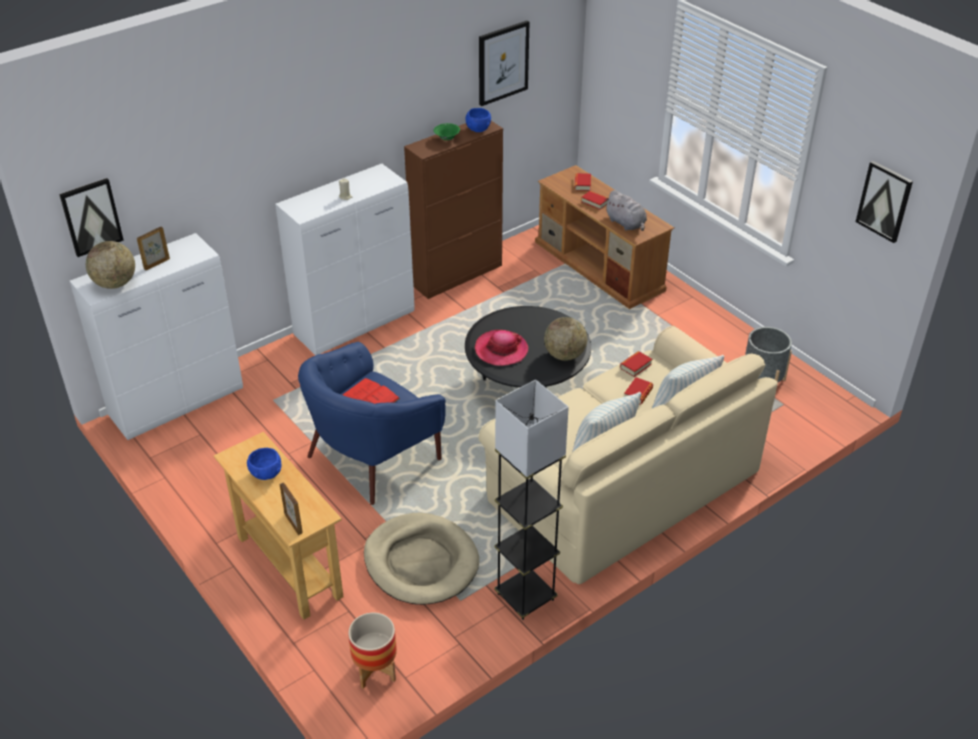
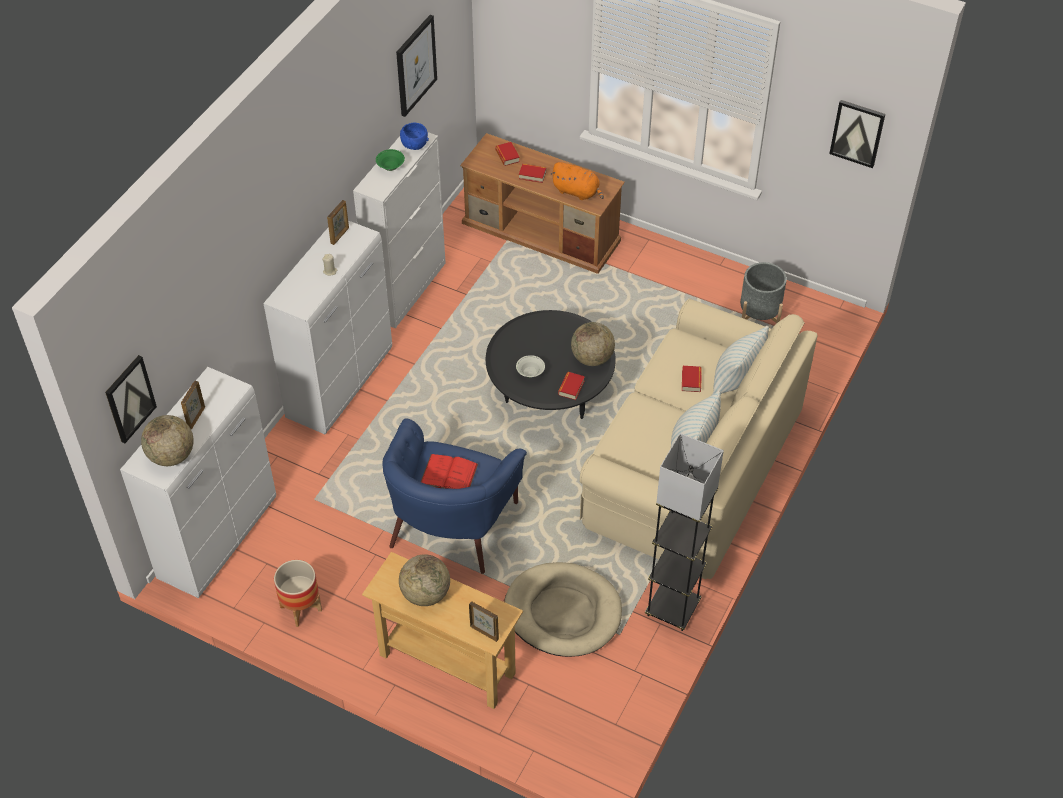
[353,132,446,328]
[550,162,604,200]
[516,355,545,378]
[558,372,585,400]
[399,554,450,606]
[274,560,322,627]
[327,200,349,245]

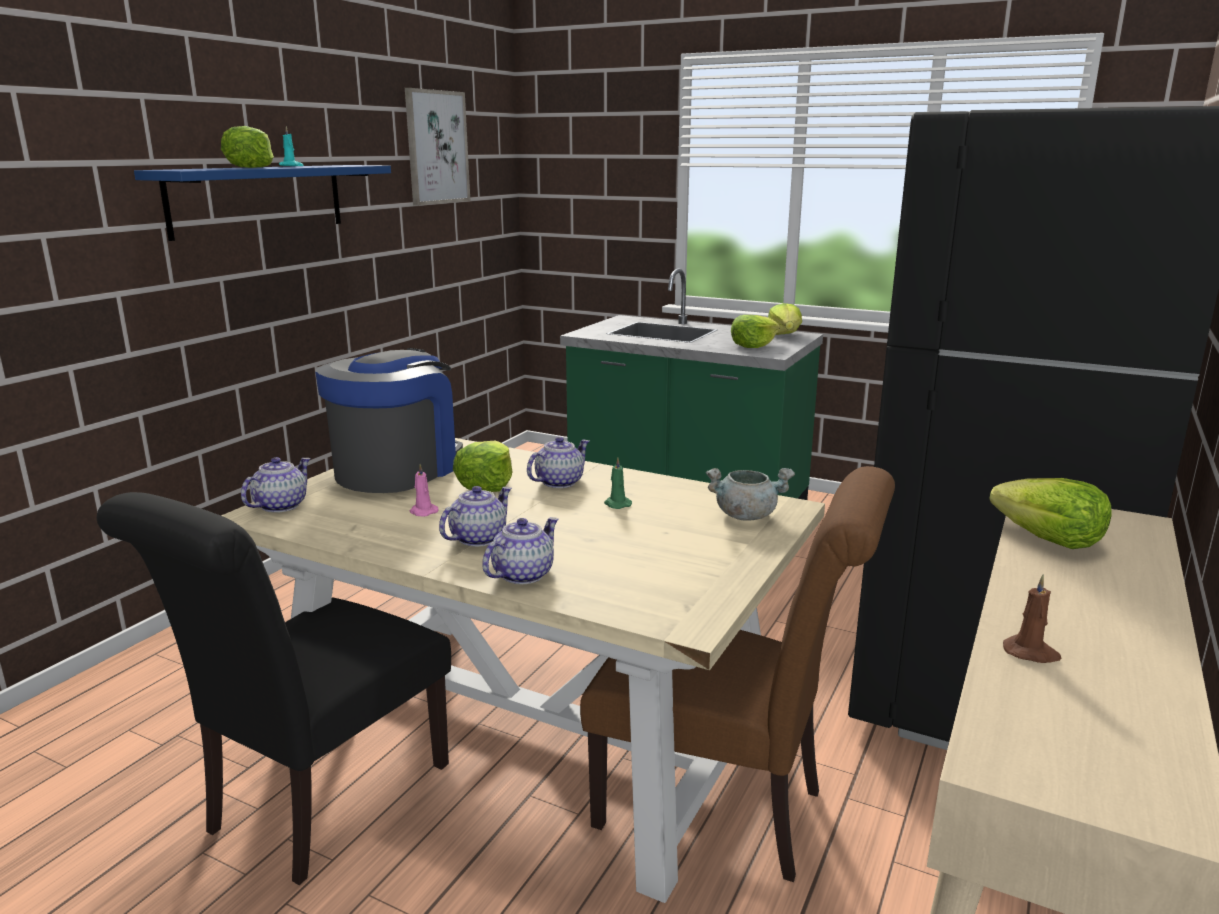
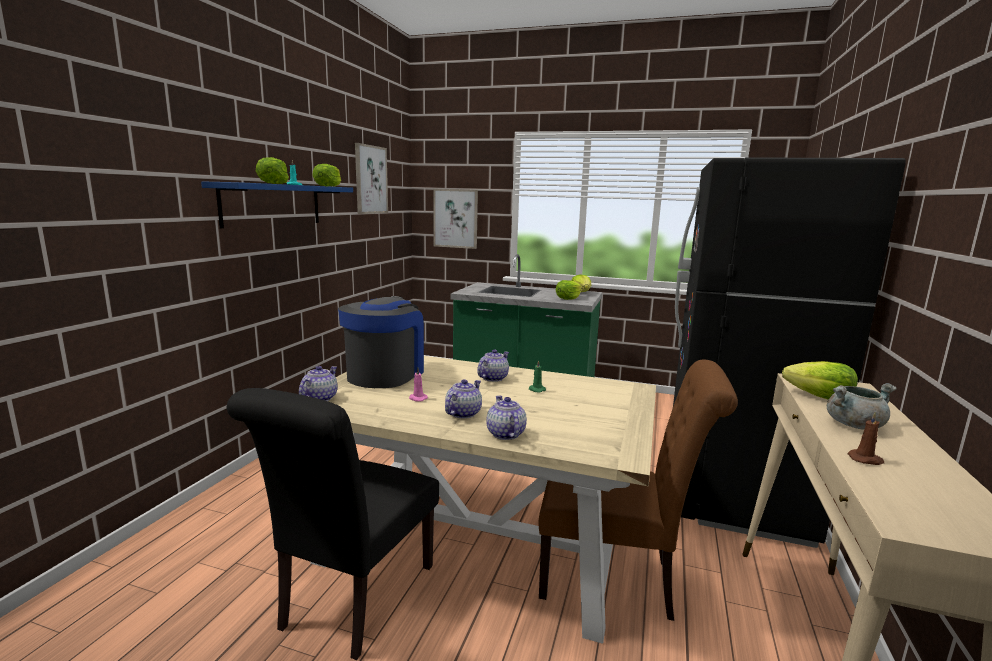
[312,164,341,186]
[827,383,897,430]
[486,395,527,440]
[434,189,478,249]

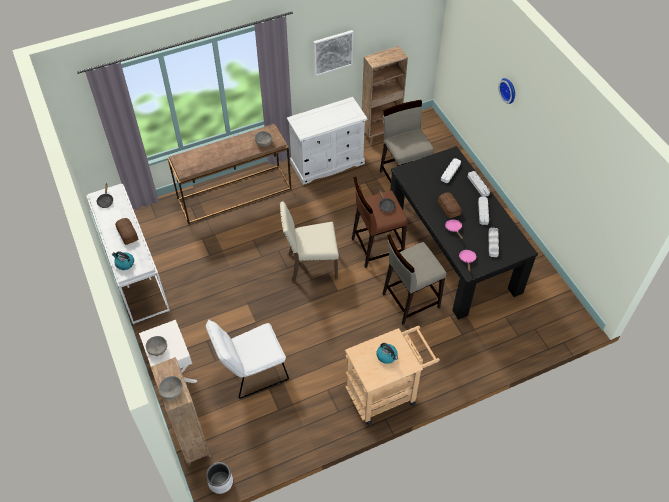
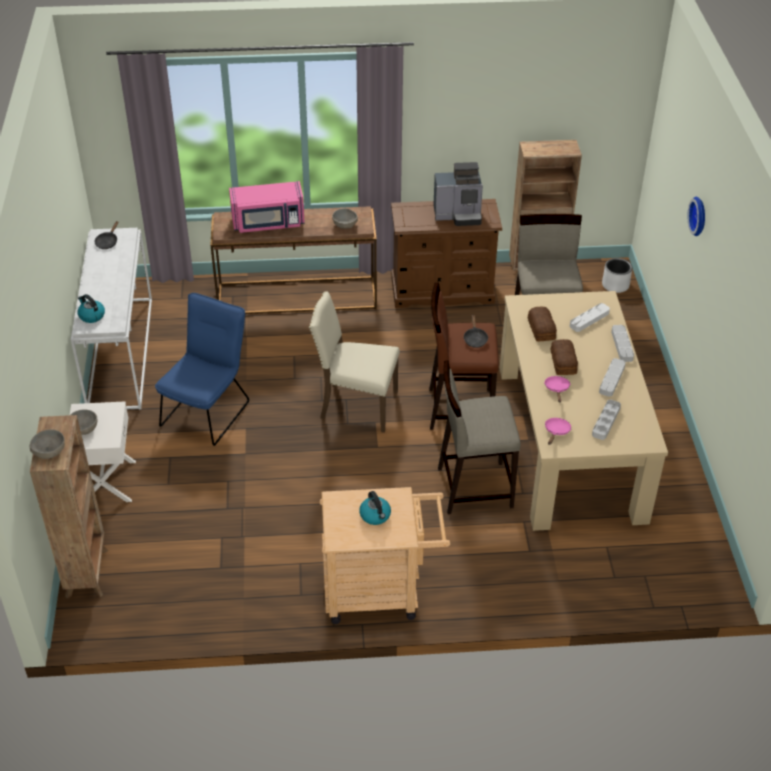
[313,30,353,76] (first image)
[391,199,502,308]
[499,291,668,531]
[528,306,557,342]
[206,320,289,399] (first image)
[602,258,633,293]
[433,162,483,226]
[229,181,305,233]
[155,293,249,446]

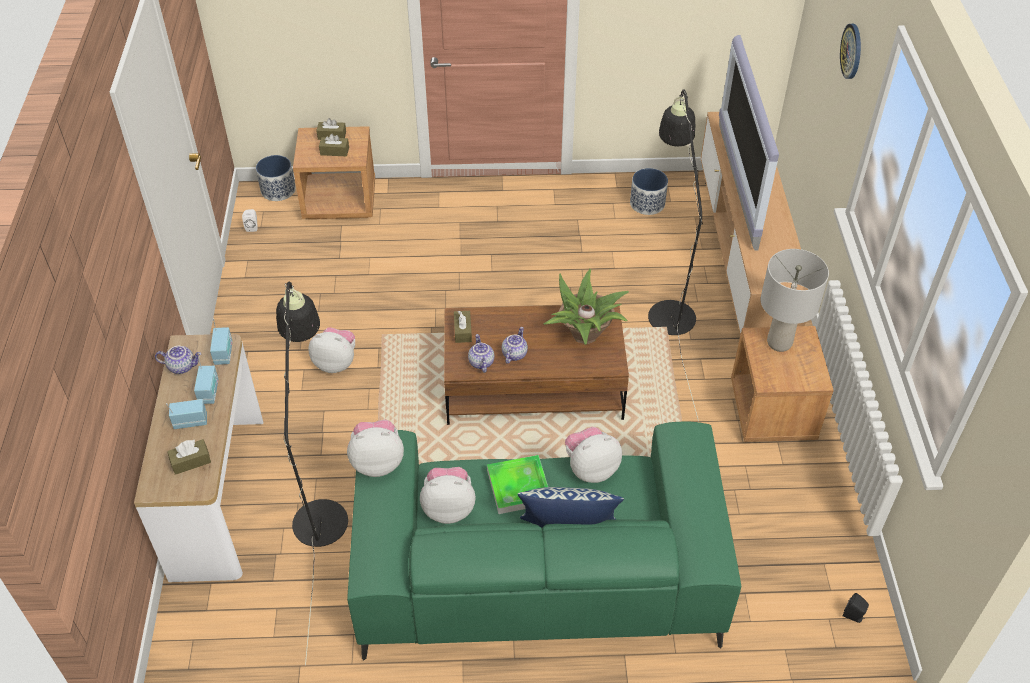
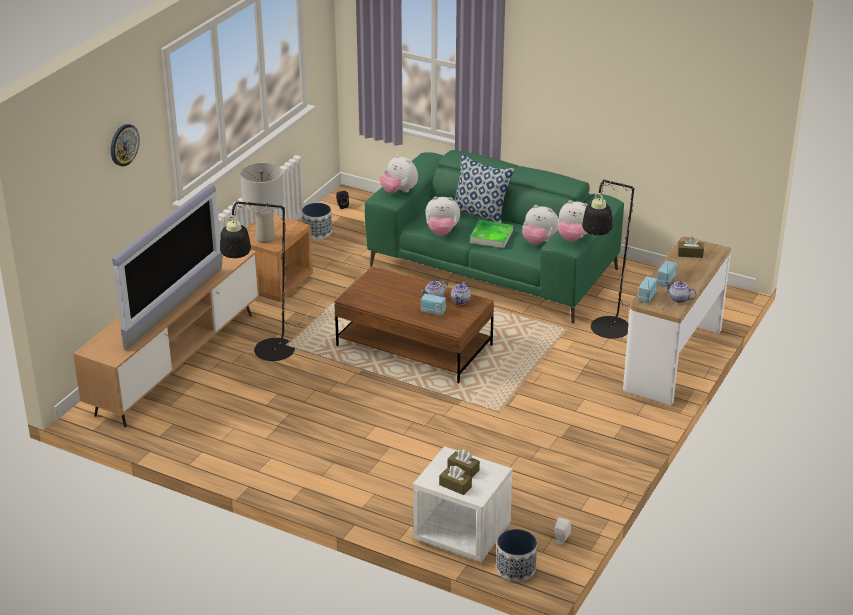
[413,446,512,562]
[302,203,332,239]
[544,269,629,345] (first image)
[454,311,472,343] (first image)
[380,155,418,193]
[421,289,446,316]

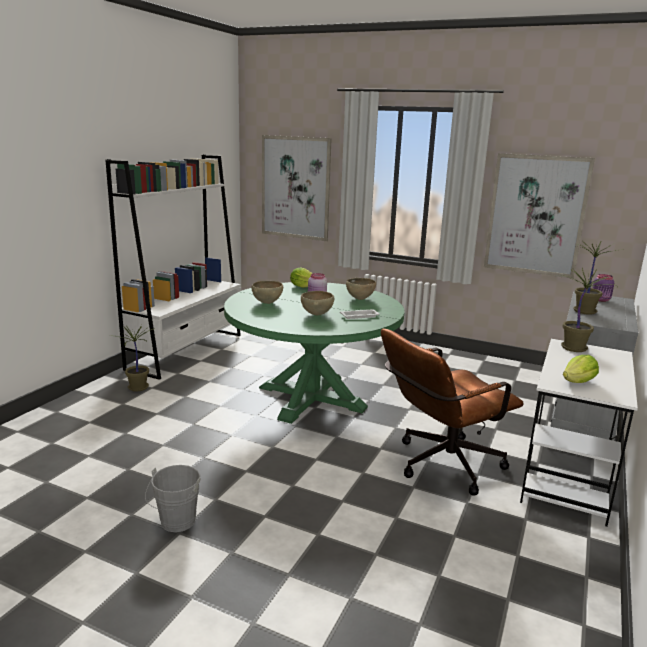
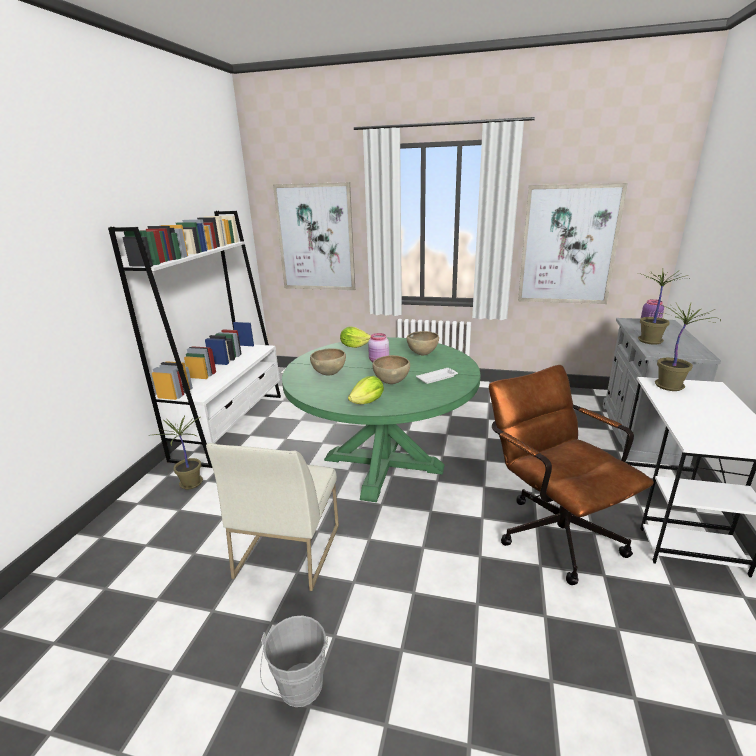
[489,365,654,585]
[348,376,384,404]
[206,443,339,591]

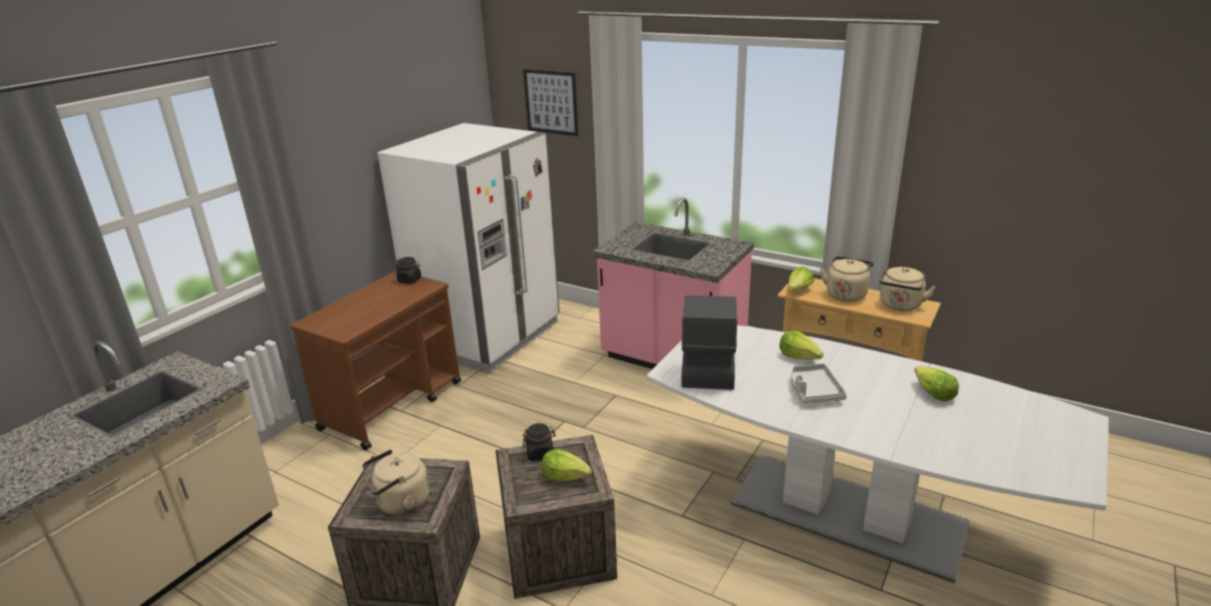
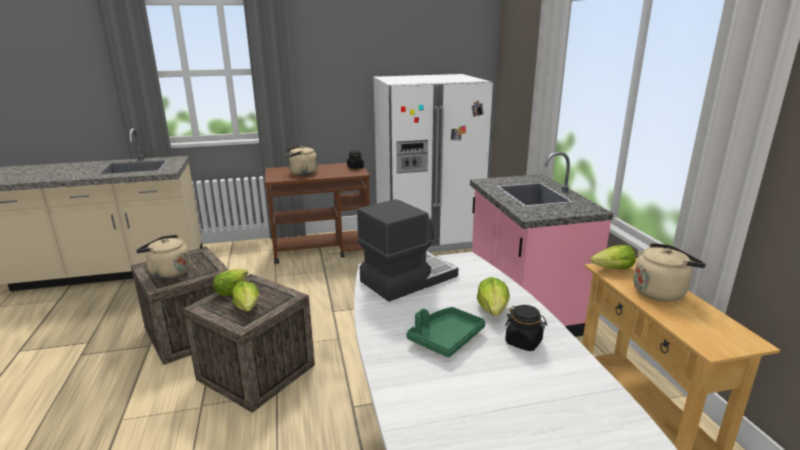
[523,69,579,136] (first image)
[285,145,318,175]
[406,307,485,358]
[213,269,248,296]
[505,305,547,351]

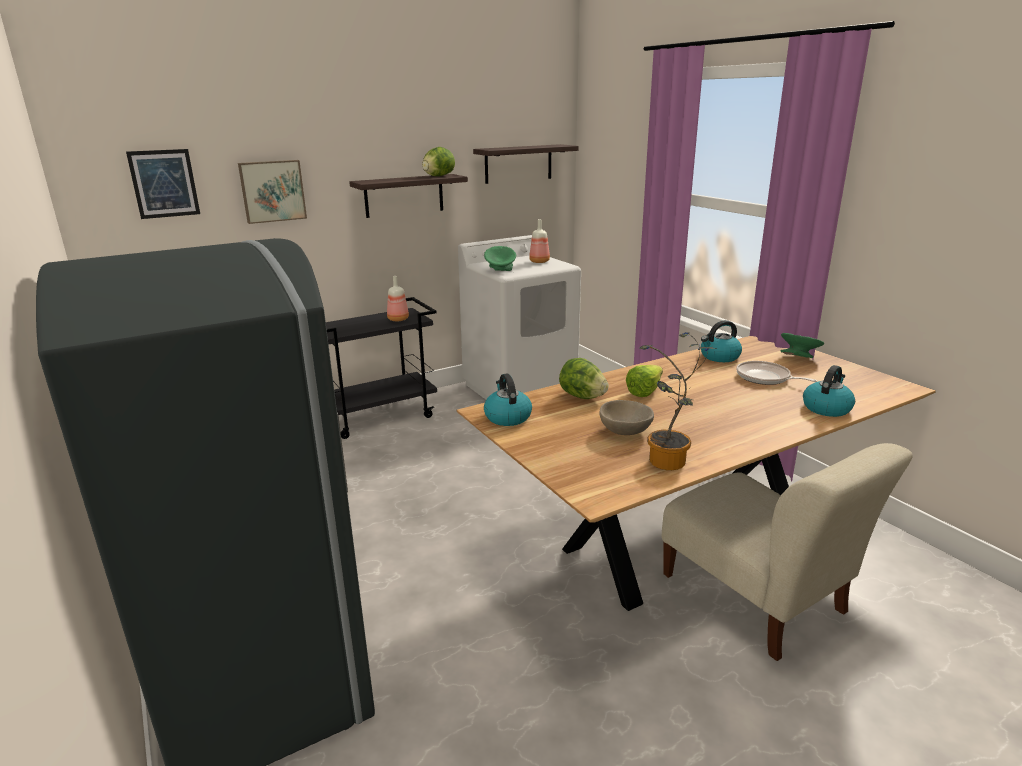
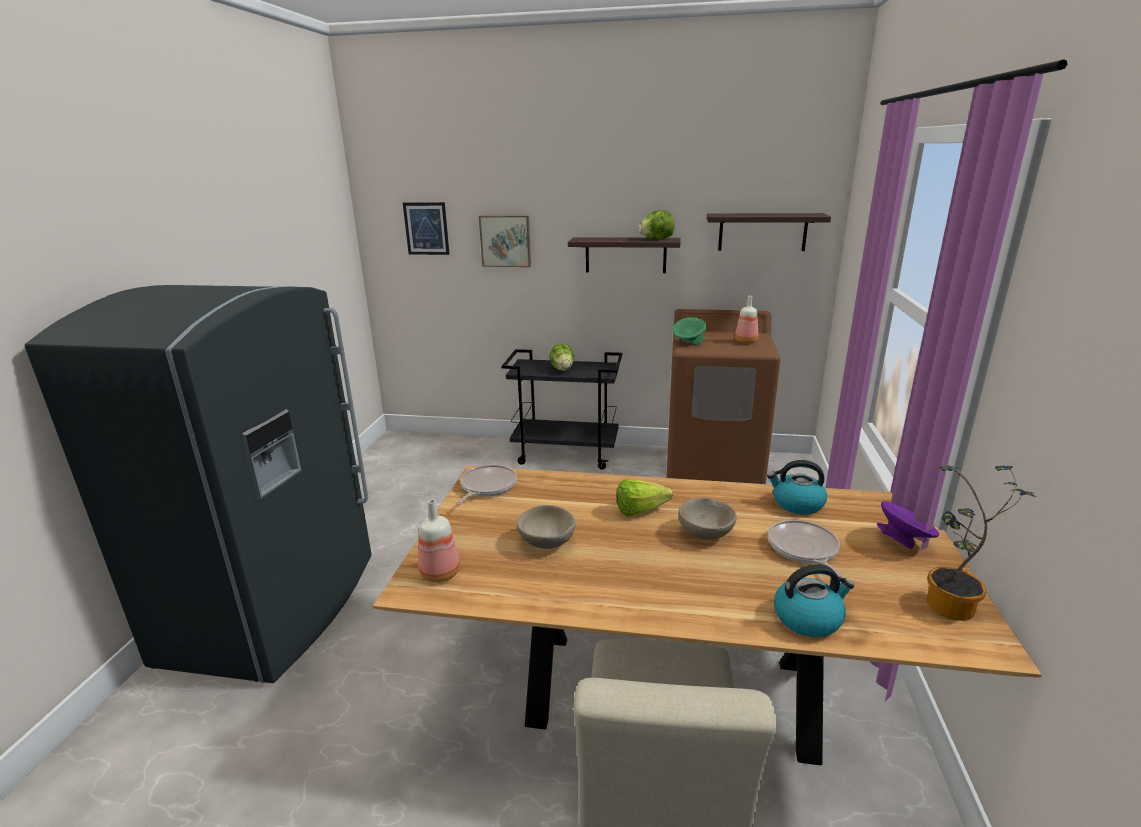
[666,309,780,484]
[418,499,460,582]
[927,465,1036,620]
[877,501,939,549]
[549,343,574,371]
[456,465,517,505]
[678,497,737,540]

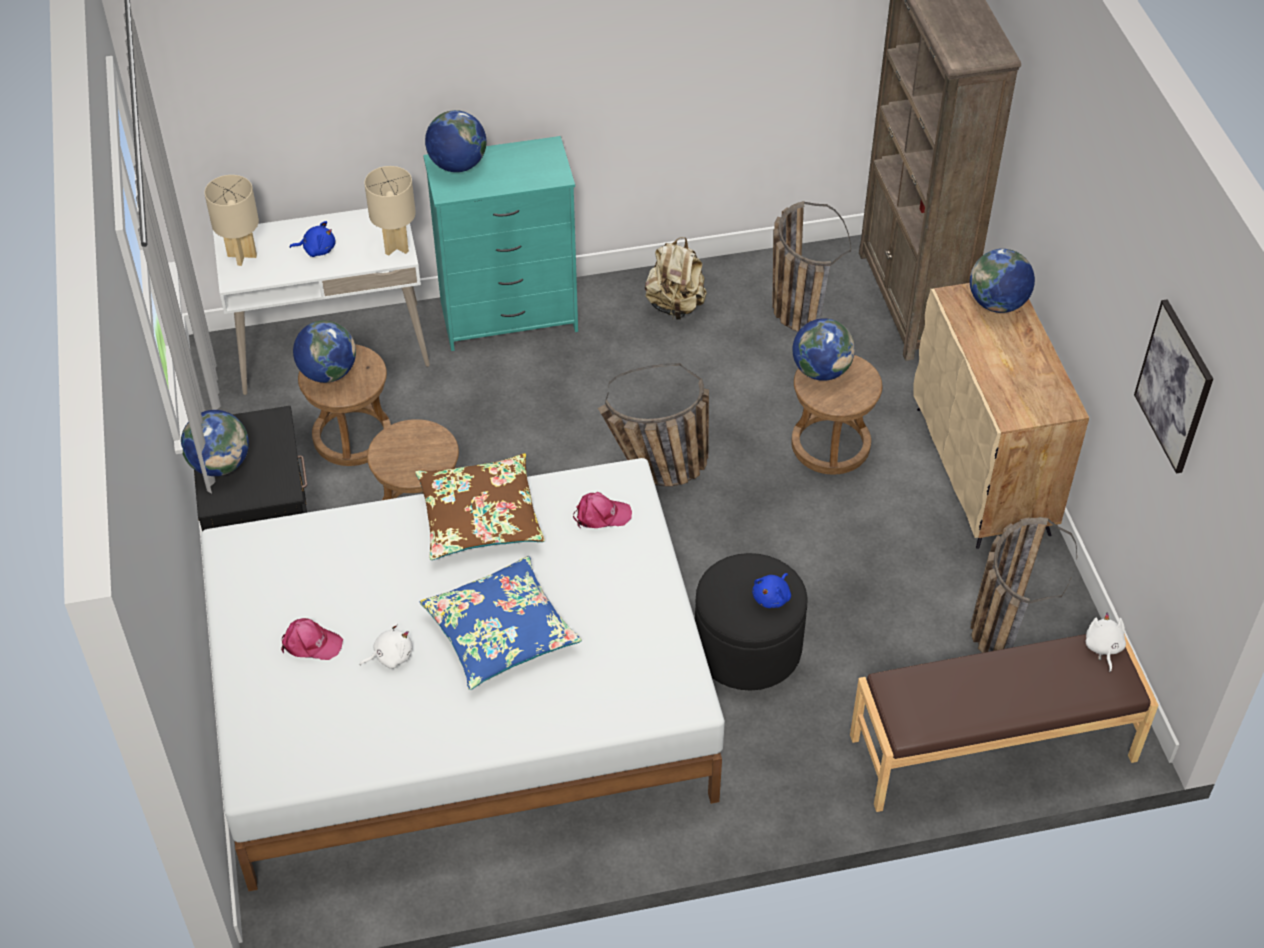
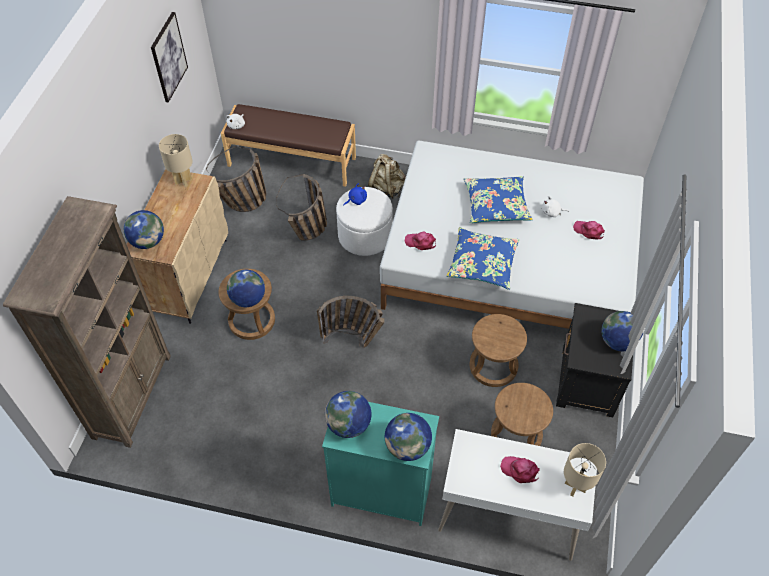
[159,134,192,187]
[276,174,327,241]
[500,456,540,483]
[368,154,406,199]
[325,391,372,438]
[447,227,520,290]
[336,187,393,256]

